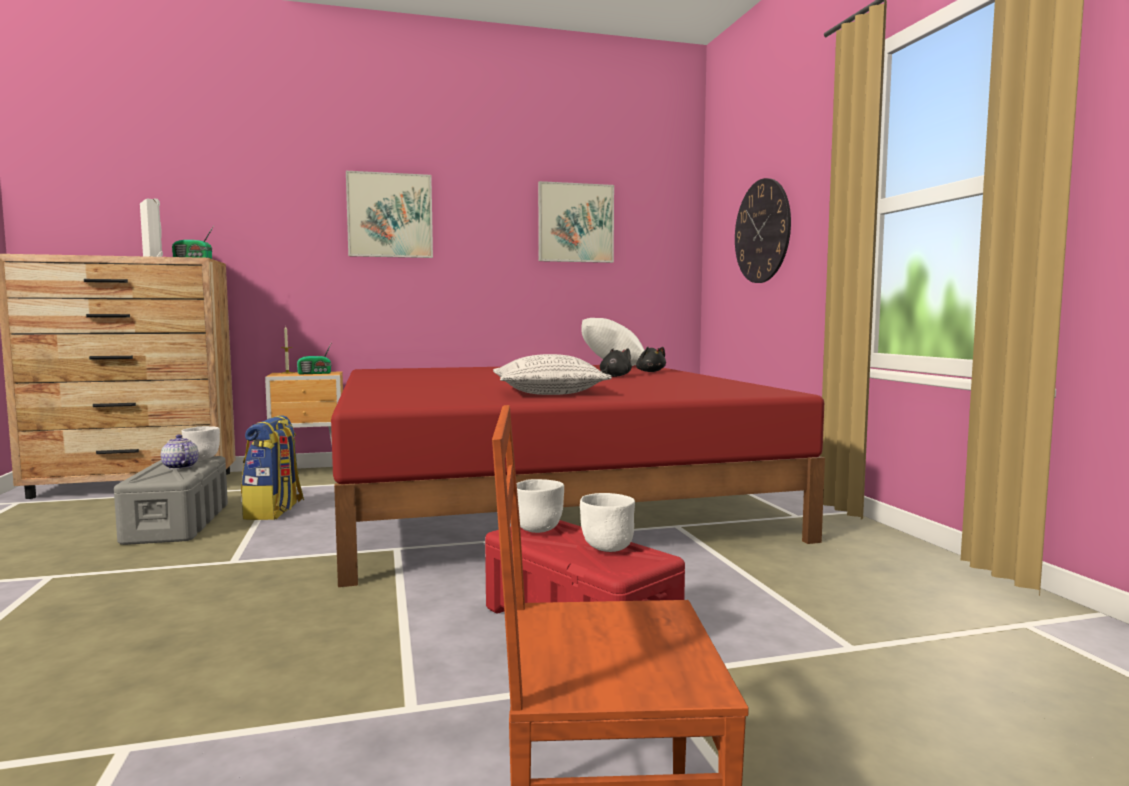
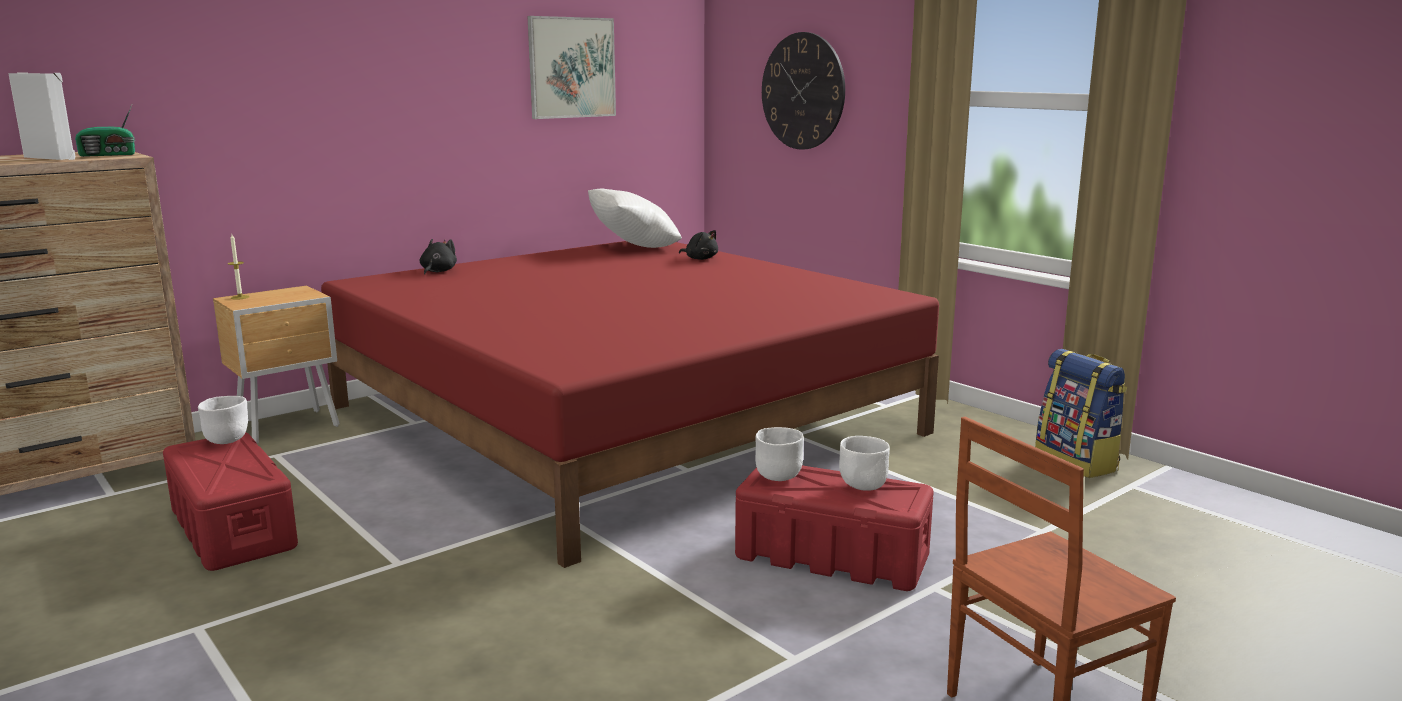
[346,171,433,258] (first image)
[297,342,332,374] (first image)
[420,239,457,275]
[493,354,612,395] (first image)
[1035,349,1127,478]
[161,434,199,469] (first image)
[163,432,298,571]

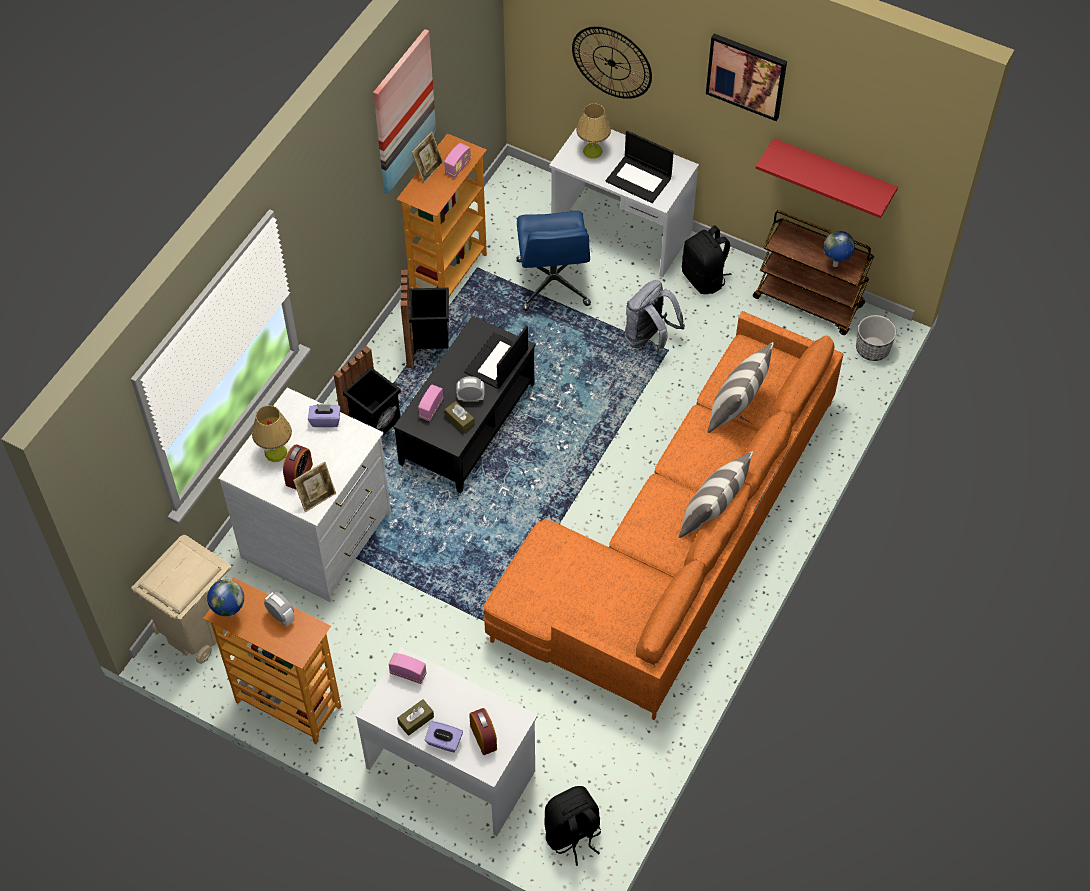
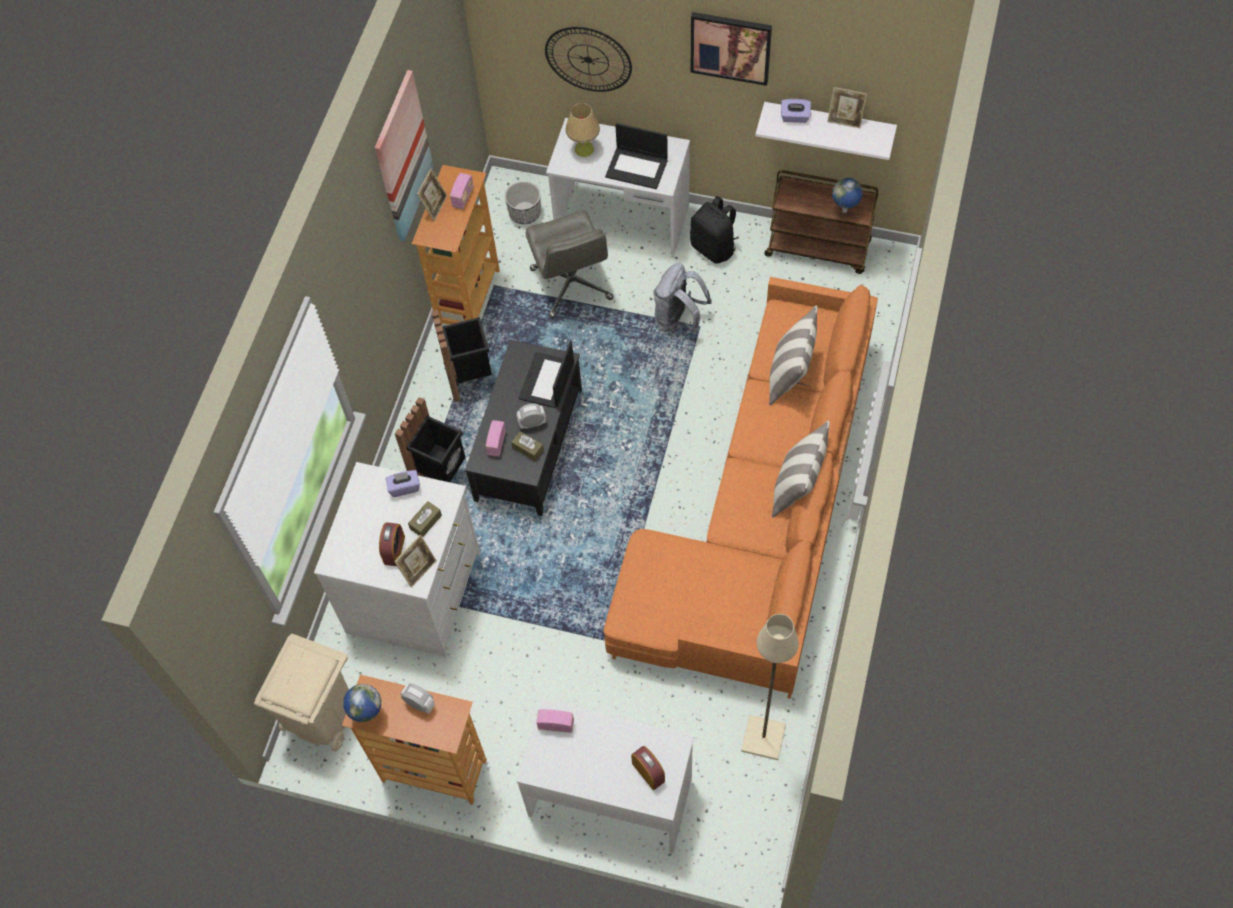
[755,102,897,160]
[526,210,614,318]
[505,181,541,224]
[252,405,292,462] (first image)
[408,501,442,537]
[781,99,811,123]
[544,786,601,866] (first image)
[827,87,867,128]
[741,614,799,760]

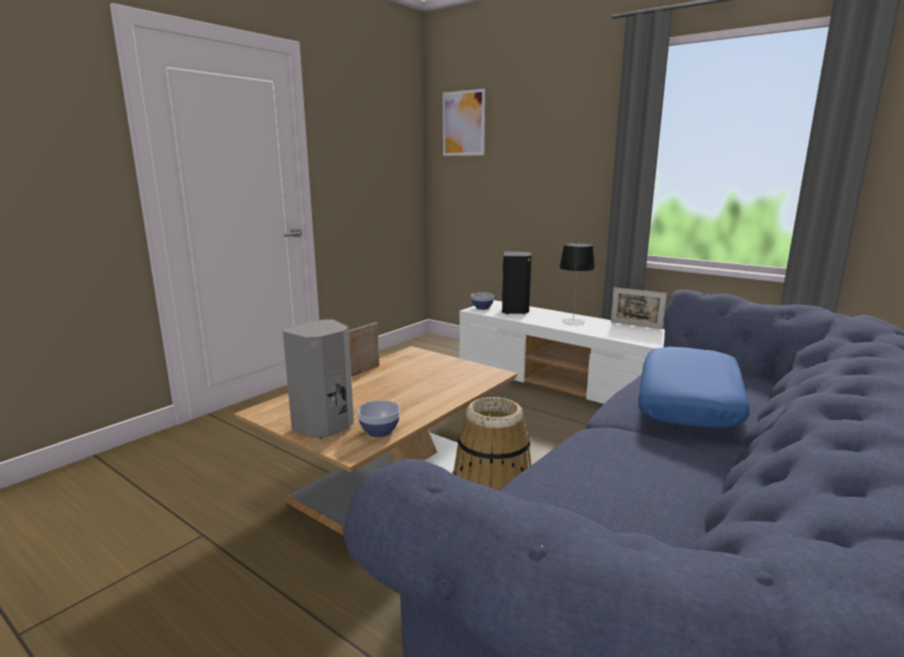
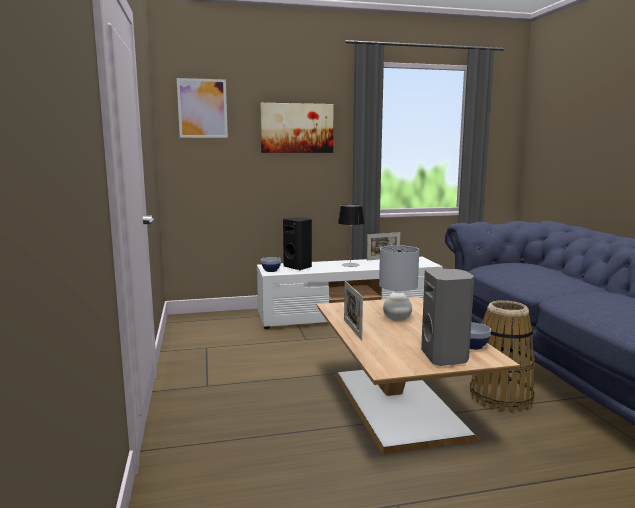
[638,347,750,428] (first image)
[260,103,333,153]
[379,245,419,321]

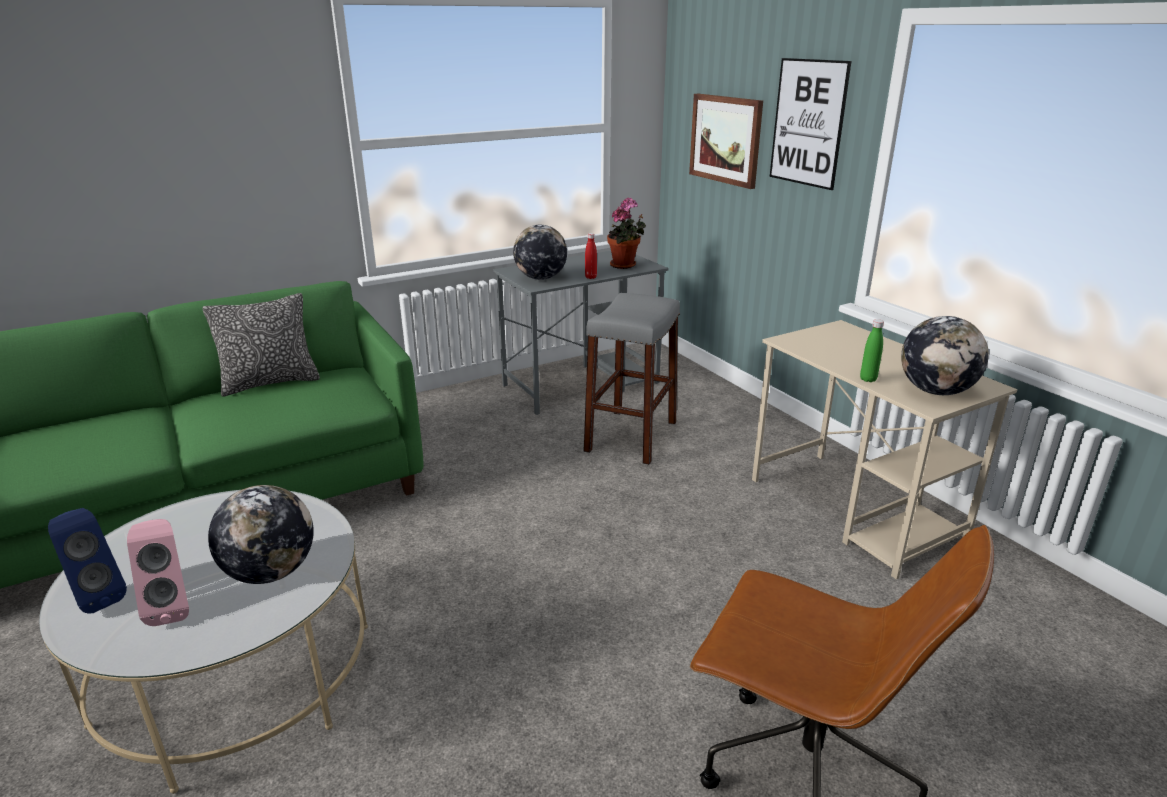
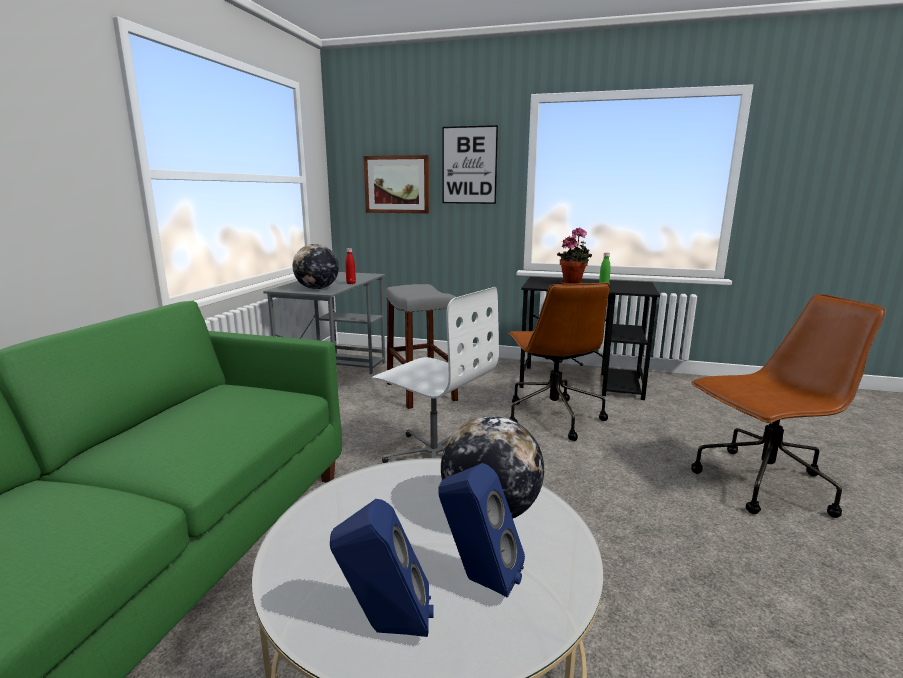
[557,228,592,284]
[203,293,320,396] (first image)
[901,316,989,395] (first image)
[519,277,660,400]
[438,463,525,598]
[508,282,610,441]
[372,287,499,463]

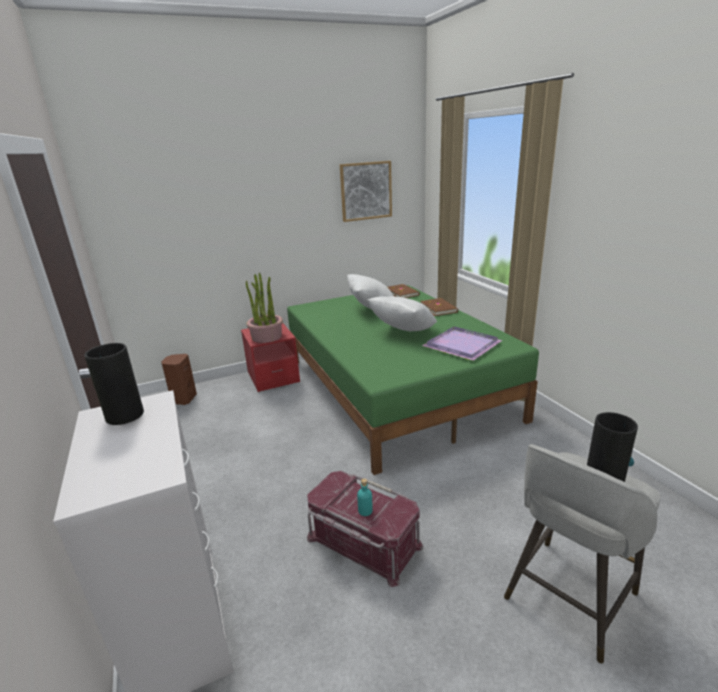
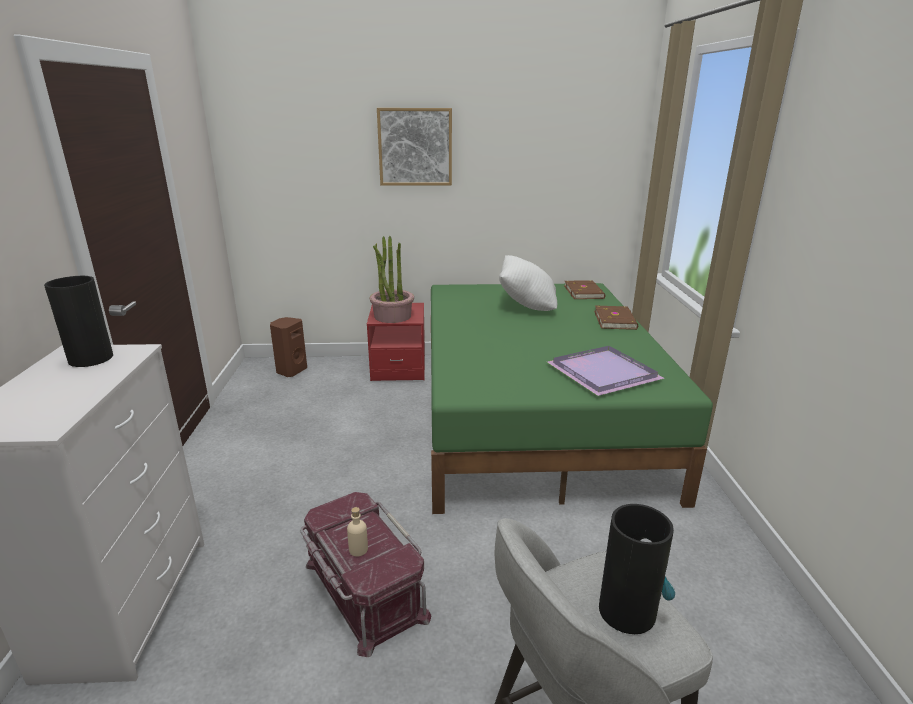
[377,108,452,186]
[368,297,437,331] (first image)
[347,507,368,557]

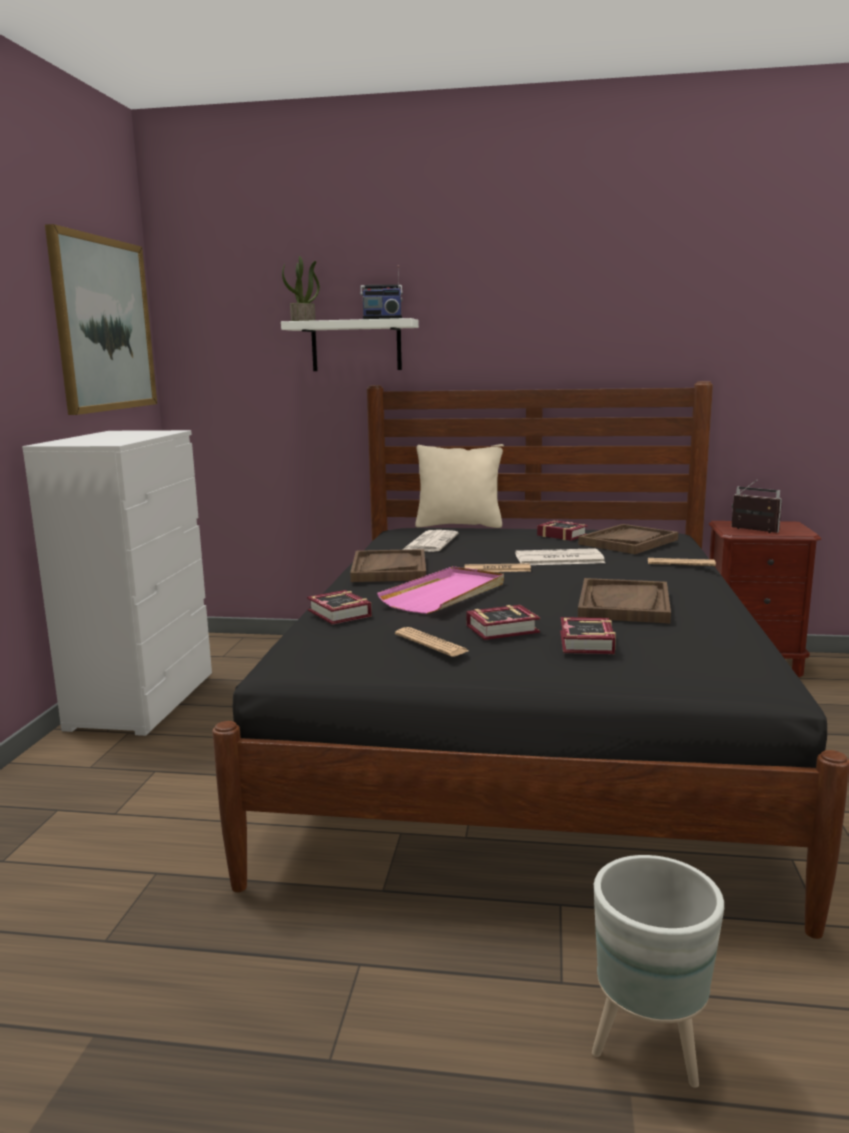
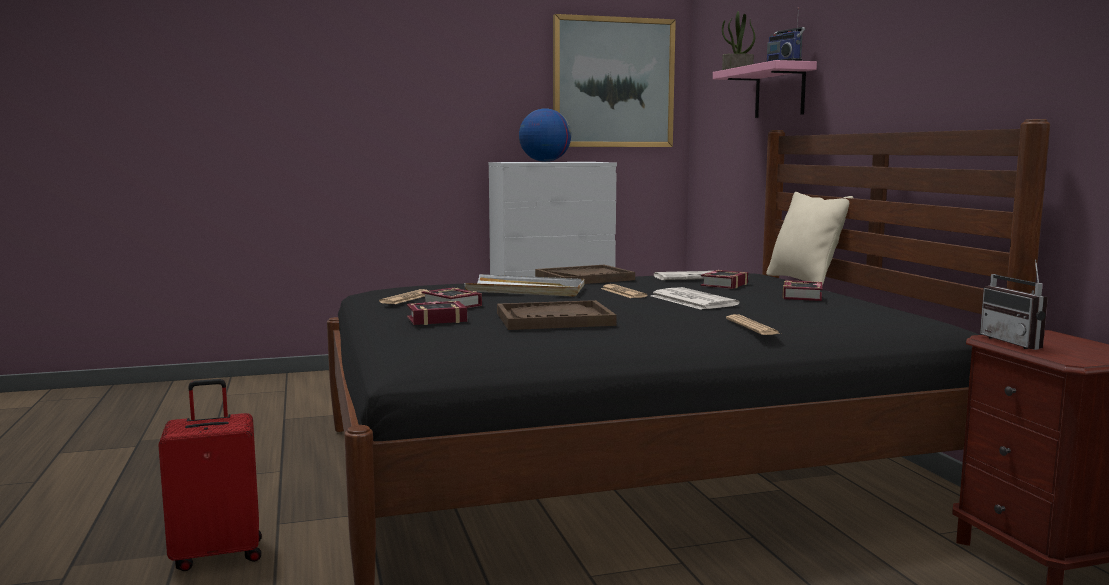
[713,60,817,118]
[980,259,1048,350]
[578,524,678,554] (first image)
[464,274,585,297]
[701,270,748,289]
[158,379,262,571]
[519,108,571,162]

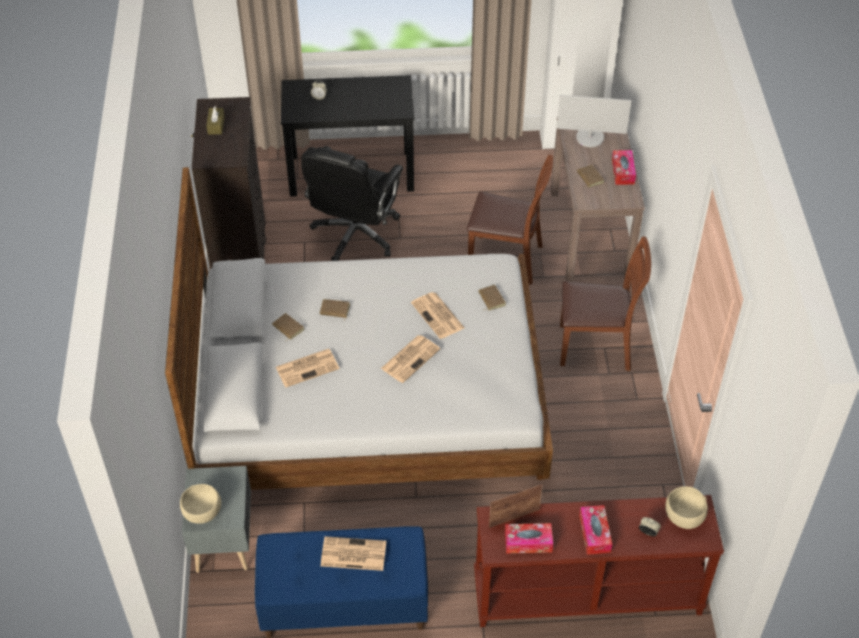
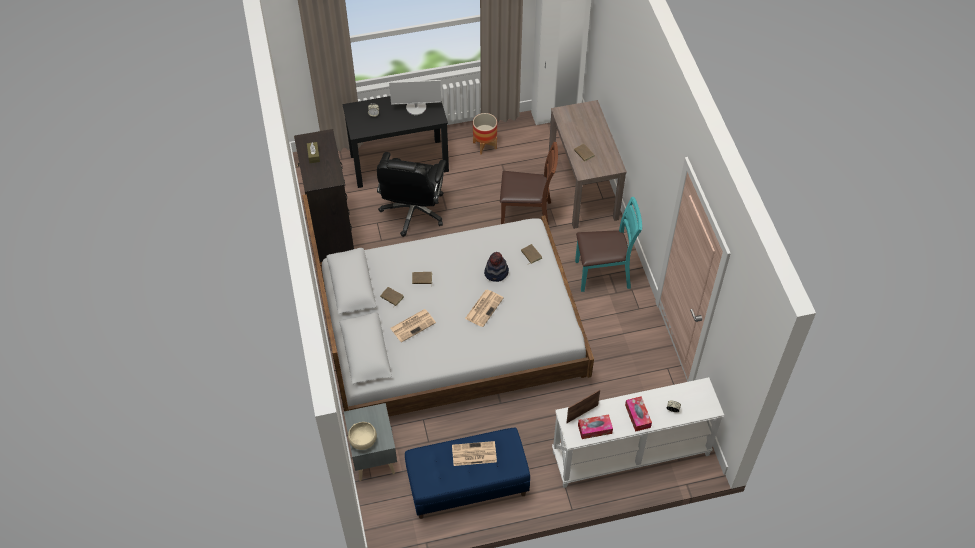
[389,80,441,115]
[612,150,636,185] (first image)
[575,197,642,292]
[484,252,509,282]
[665,486,708,529] (first image)
[552,377,724,488]
[473,113,497,155]

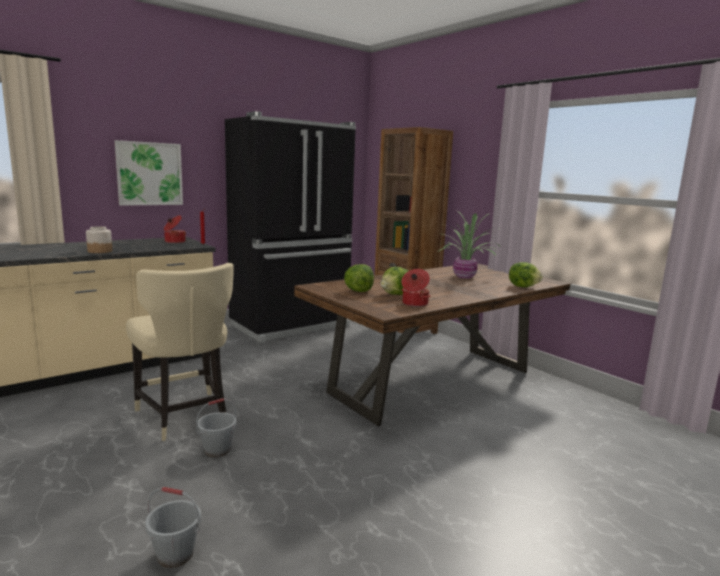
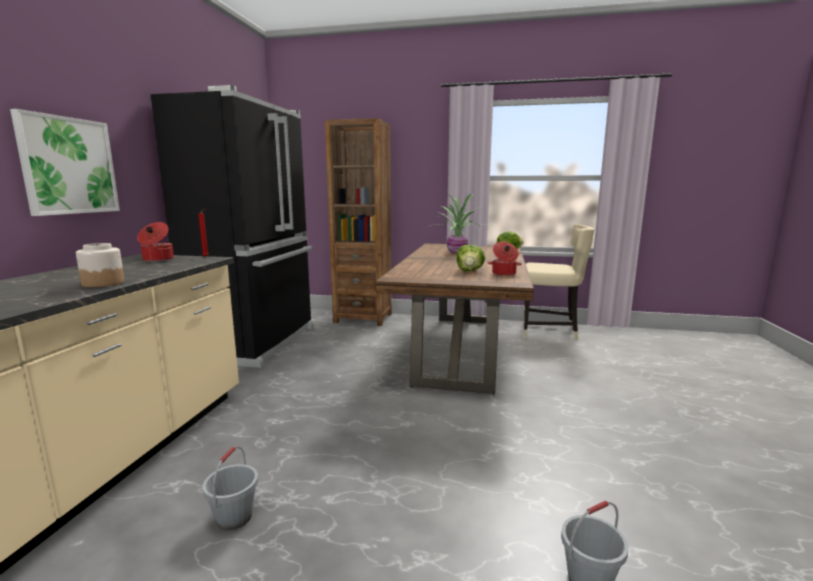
[524,224,595,340]
[344,264,374,292] (first image)
[202,446,258,530]

